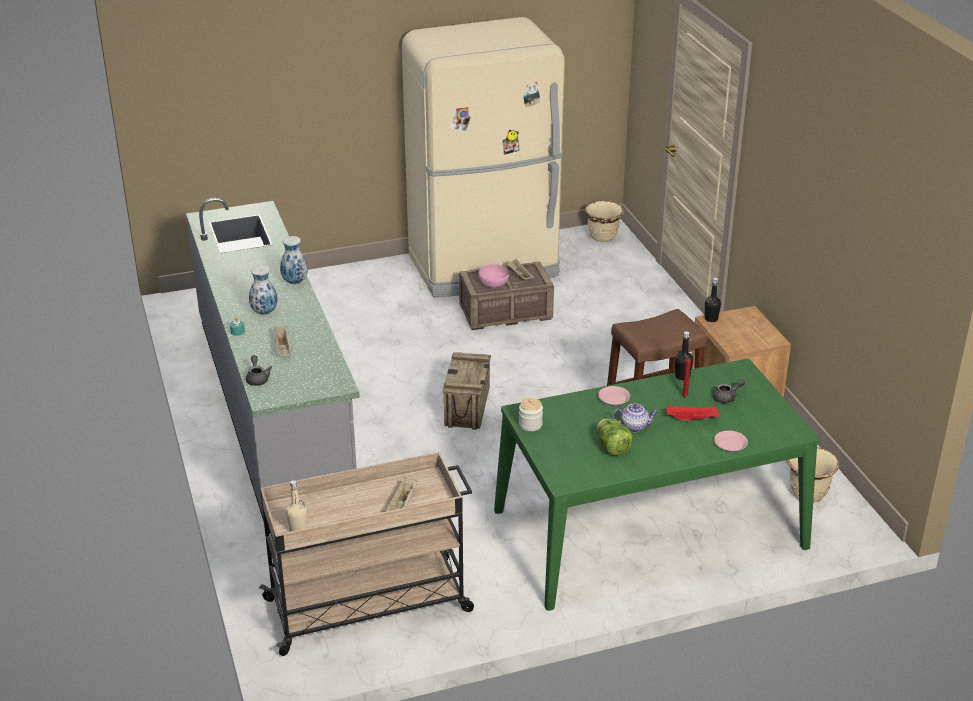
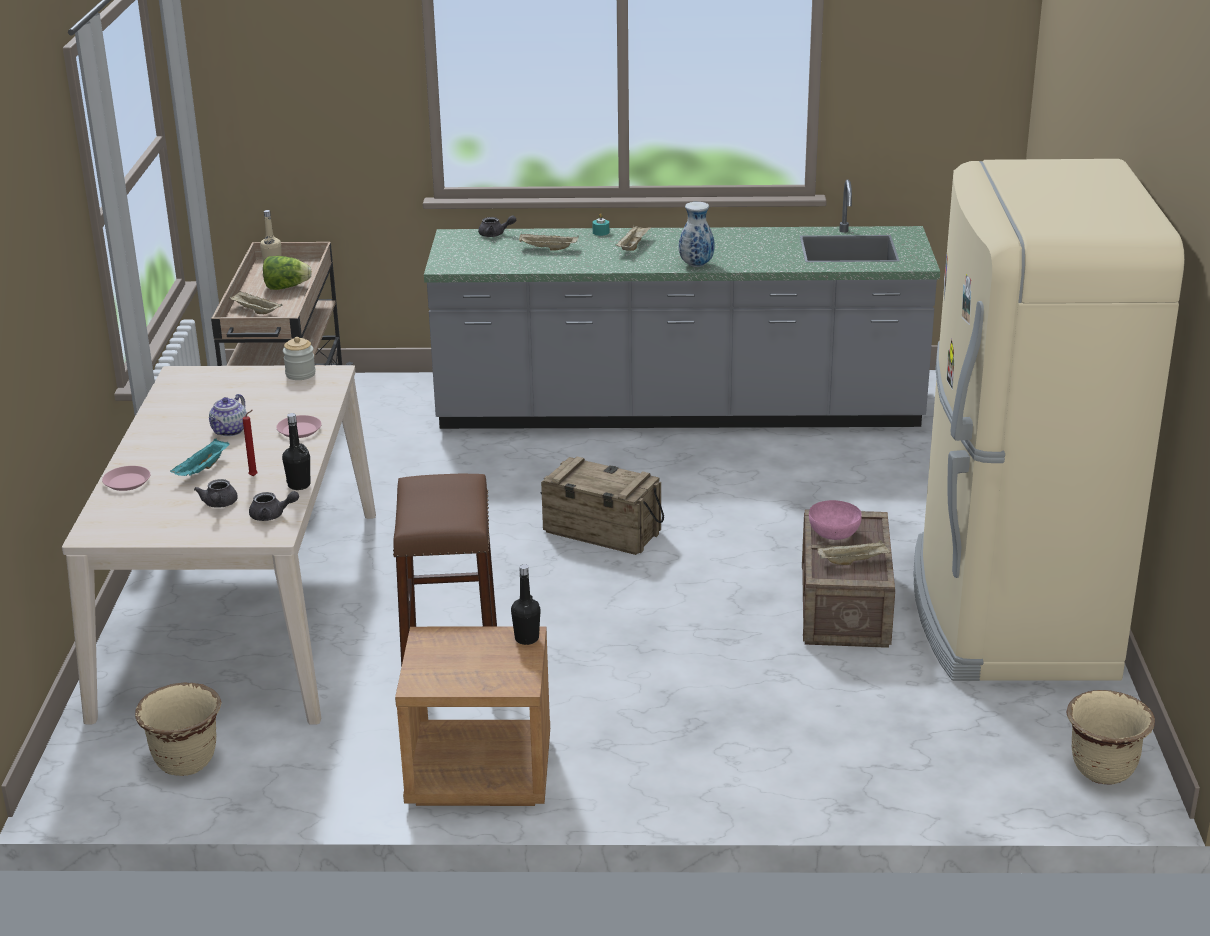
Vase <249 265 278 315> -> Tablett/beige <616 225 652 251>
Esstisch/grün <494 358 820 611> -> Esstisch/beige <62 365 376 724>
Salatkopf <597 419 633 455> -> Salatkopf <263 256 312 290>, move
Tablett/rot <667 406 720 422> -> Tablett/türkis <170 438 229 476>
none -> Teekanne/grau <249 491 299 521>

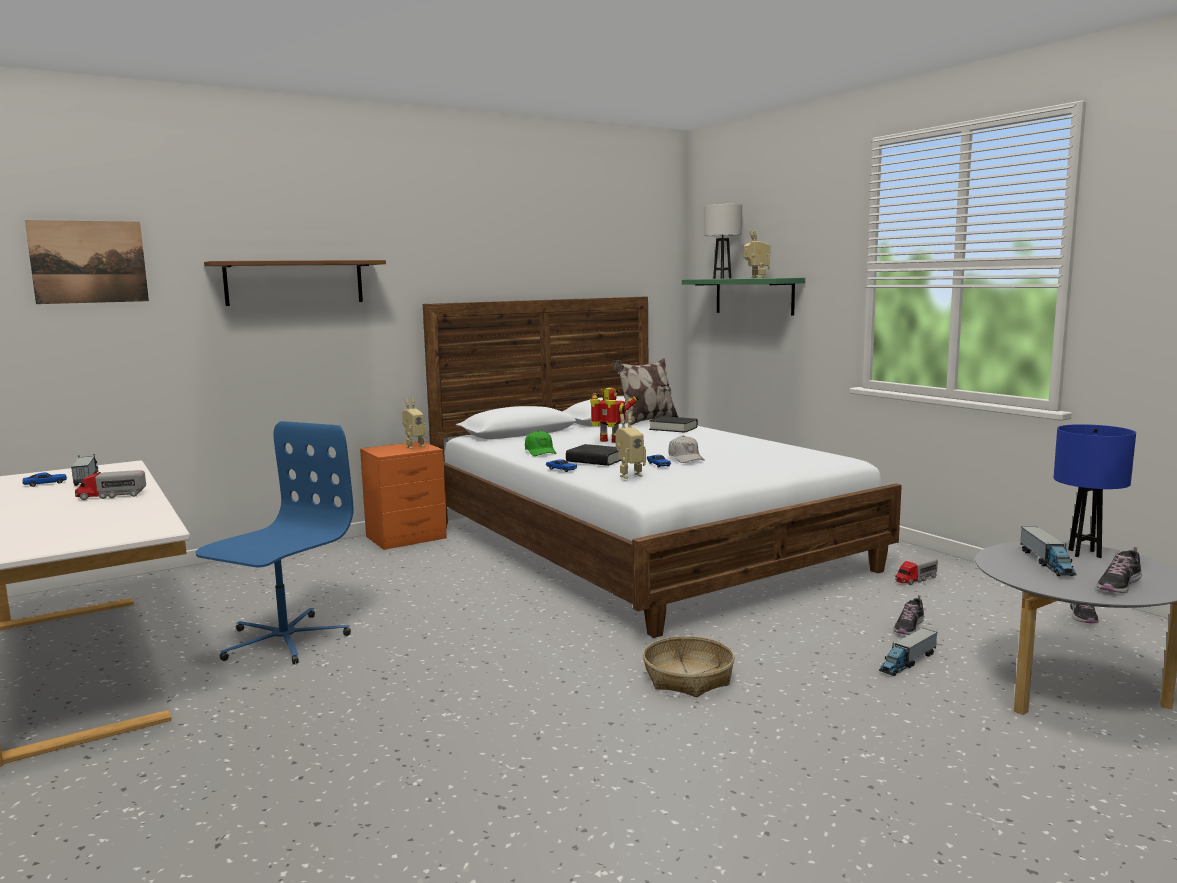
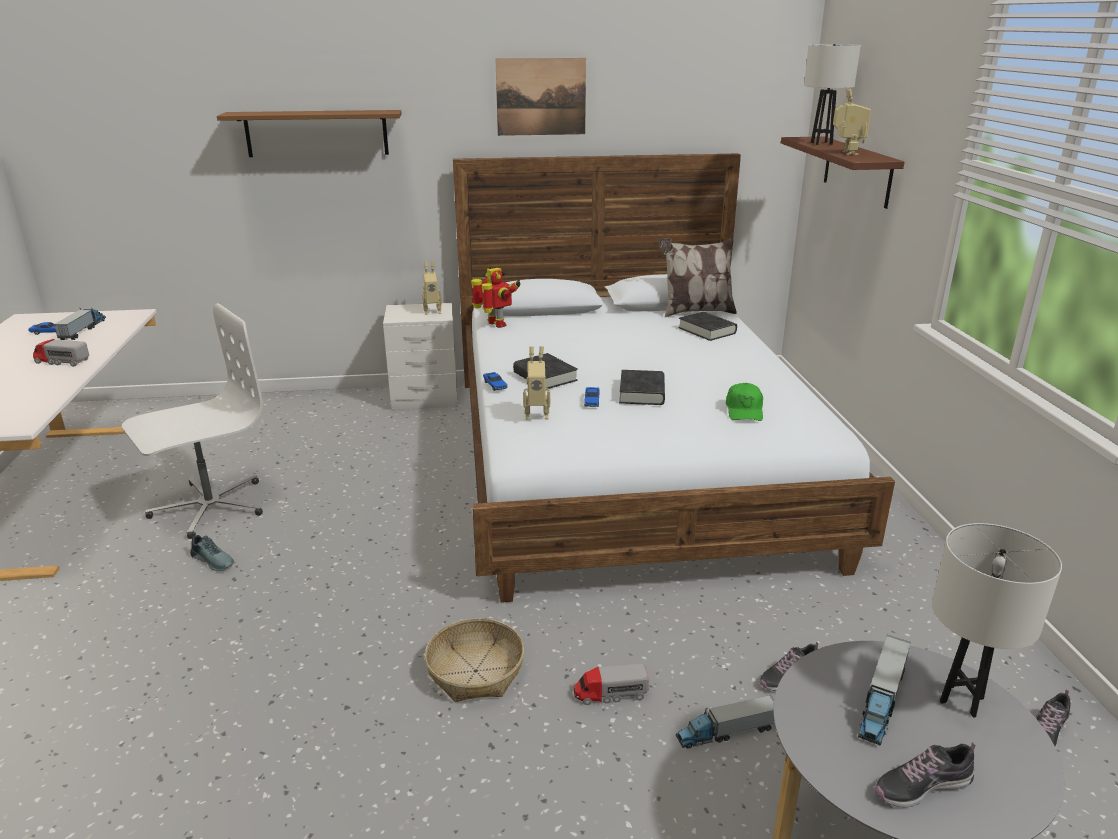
Bild <25 220 149 304> -> Bild <495 58 586 136>, move
Bürostuhl/blau <195 421 353 664> -> Bürostuhl/weiß <122 303 263 539>
Nachttisch/orange <360 442 447 550> -> Nachttisch/weiß <383 303 458 410>
Kappe/grün <525 430 557 456> -> Kappe/grün <725 383 763 421>, move
Spielzeugroboter <590 388 639 443> -> Spielzeugroboter <471 266 520 328>, move
Kappe/weiß <668 435 705 463> -> Buch/schwarz <619 370 665 405>
Wandregal/grün <682 278 805 316> -> Wandregal/braun <781 136 905 209>
Spielzeuglaster <895 556 938 585> -> Spielzeuglaster <574 664 649 705>, move
Tischlampe/blau <1054 424 1136 558> -> Tischlampe/weiß <932 523 1062 718>
none -> Schuh <190 532 234 571>

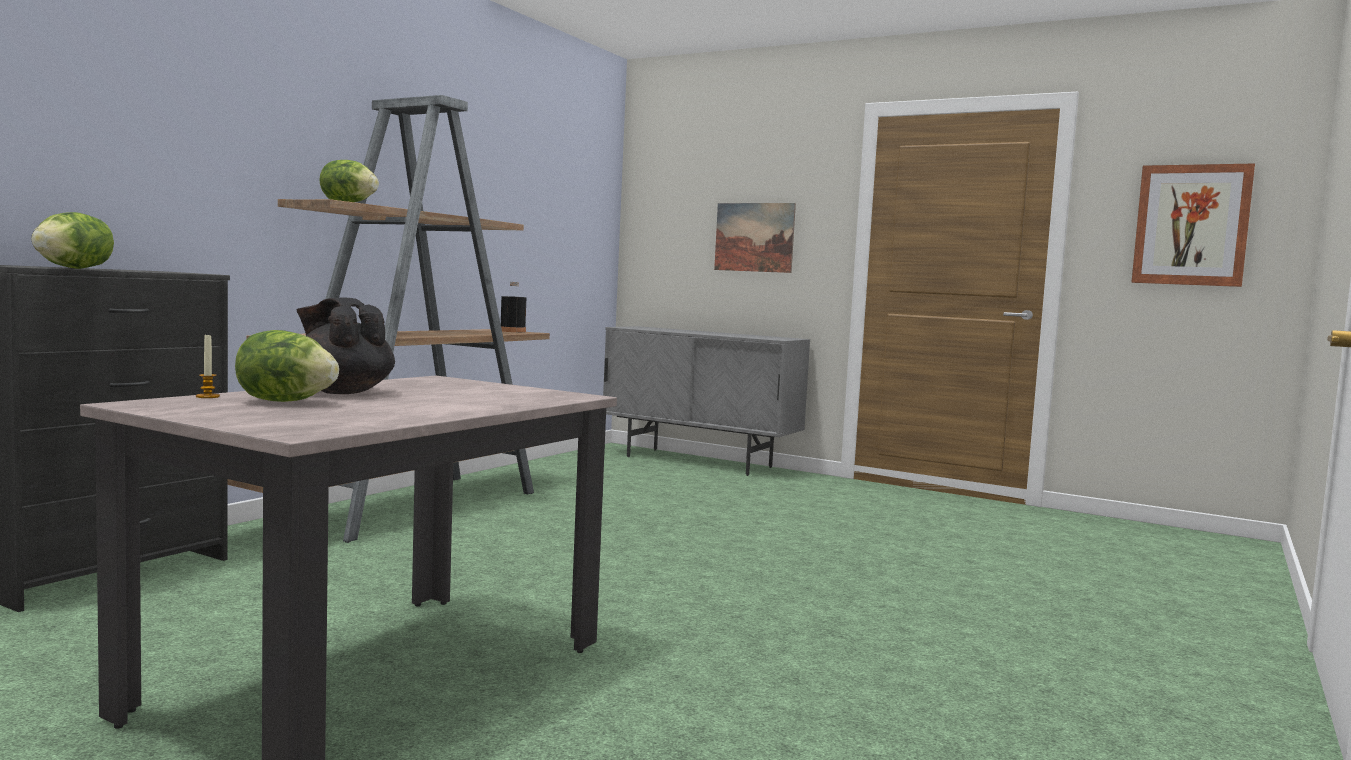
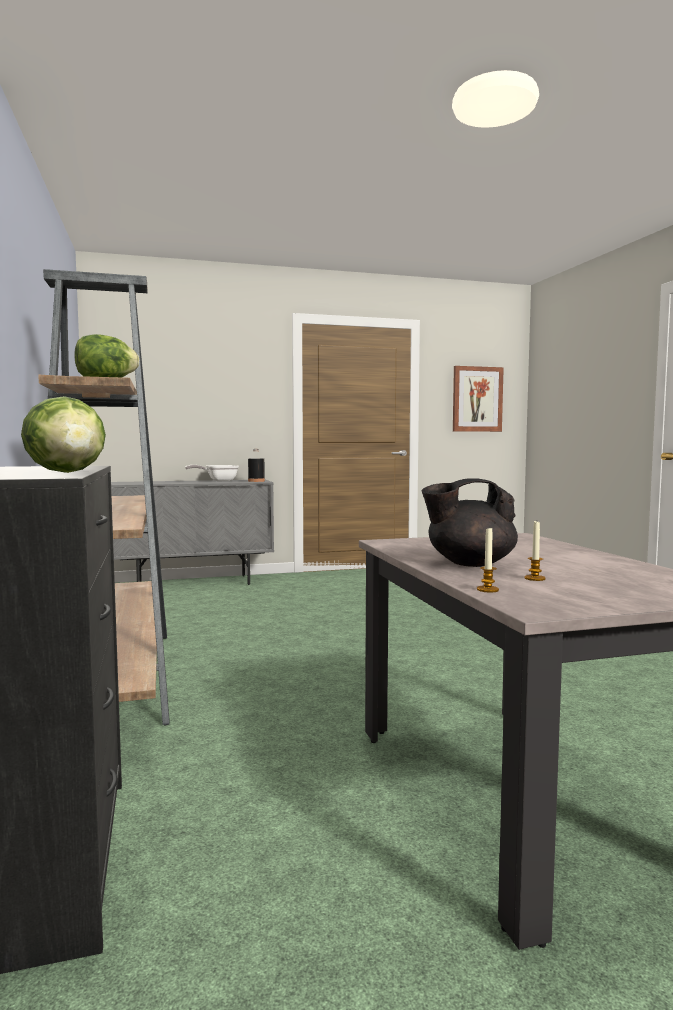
Salatkopf <235 330 339 402> -> Kerze <525 521 545 581>
Flasche/schwarz <501 282 526 332> -> Flasche/schwarz <248 449 265 482>, move
Bild <714 203 796 273> -> none
none -> Pfanne <185 465 239 481>

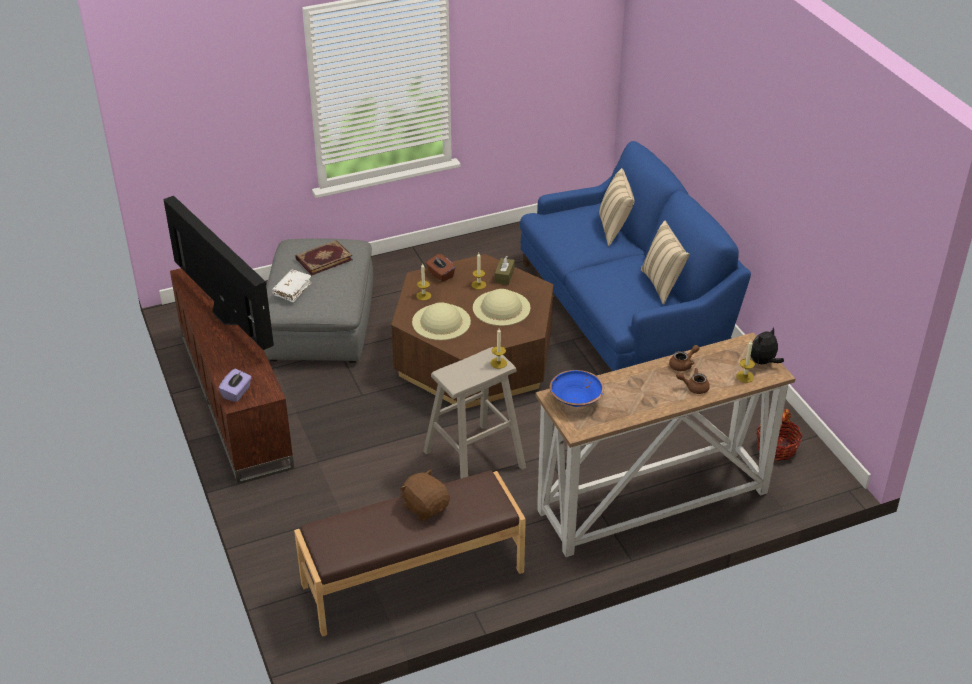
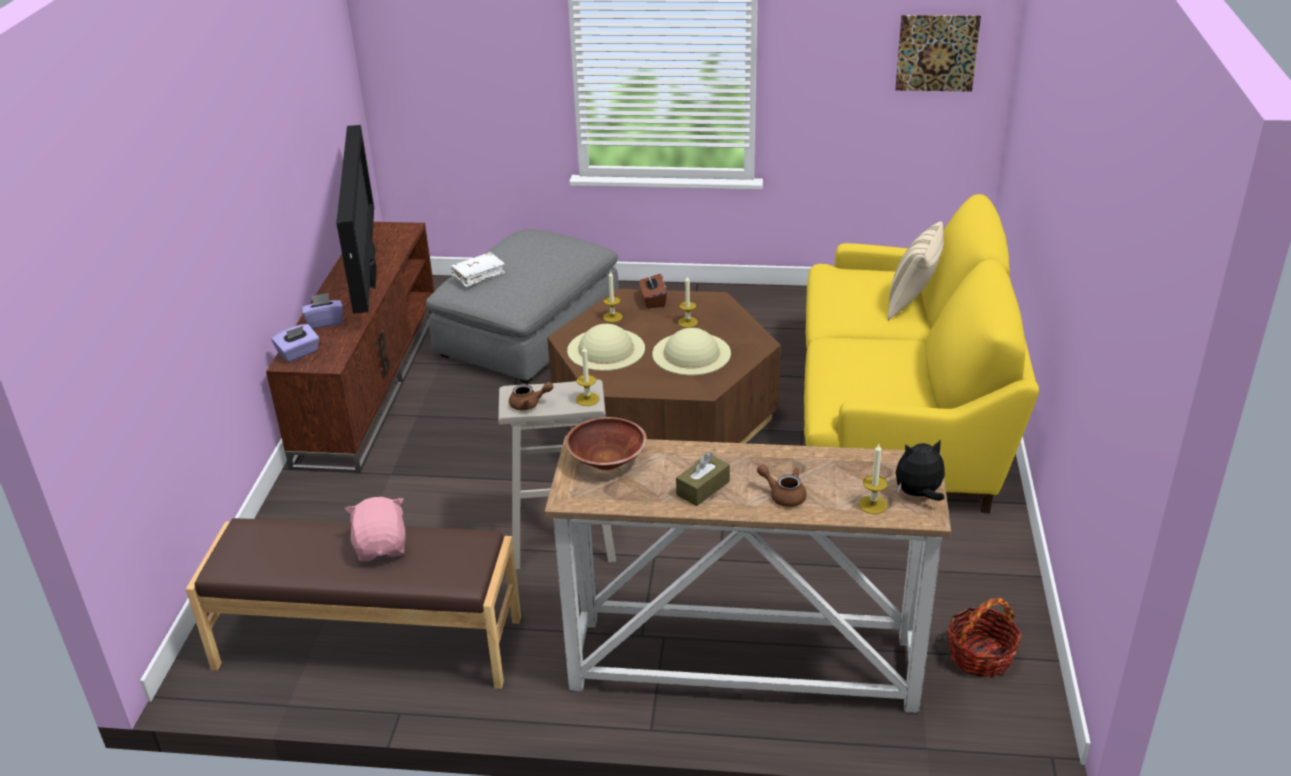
Buch <295 240 353 275> -> none
Plüschtier/braun <400 469 450 521> -> Plüschtier/rosa <345 497 406 562>
Taschentuchbox/braun <495 256 515 285> -> Taschentuchbox/braun <676 452 730 506>, move
Sofa/blau <520 141 751 371> -> Sofa/gelb <804 194 1039 513>
Schüssel/blau <550 370 604 407> -> Schüssel/braun <565 417 647 470>
Kissen/beige <641 221 689 304> -> none
Teekanne/braun <669 345 699 371> -> Teekanne/braun <509 382 553 410>, move
none -> Taschentuchbox/lila <302 293 343 329>
none -> Bild <895 15 981 91>

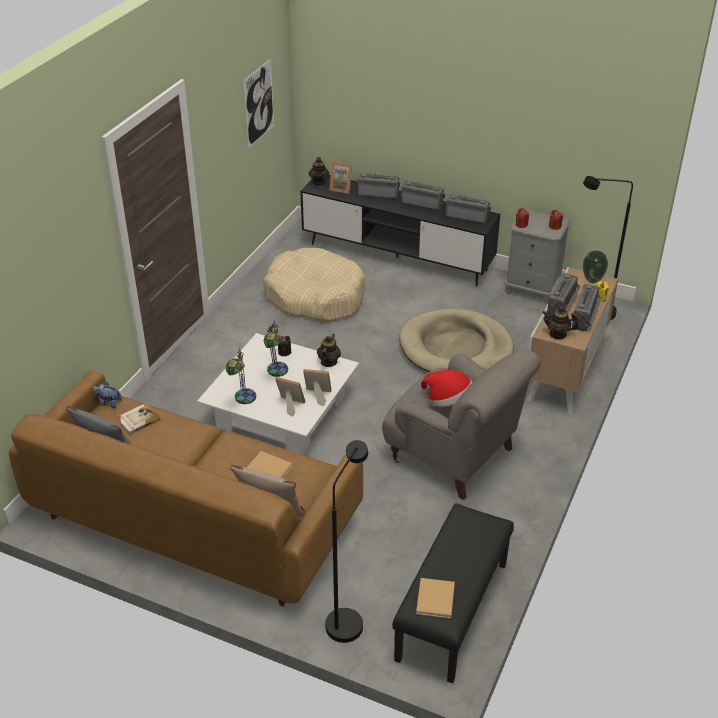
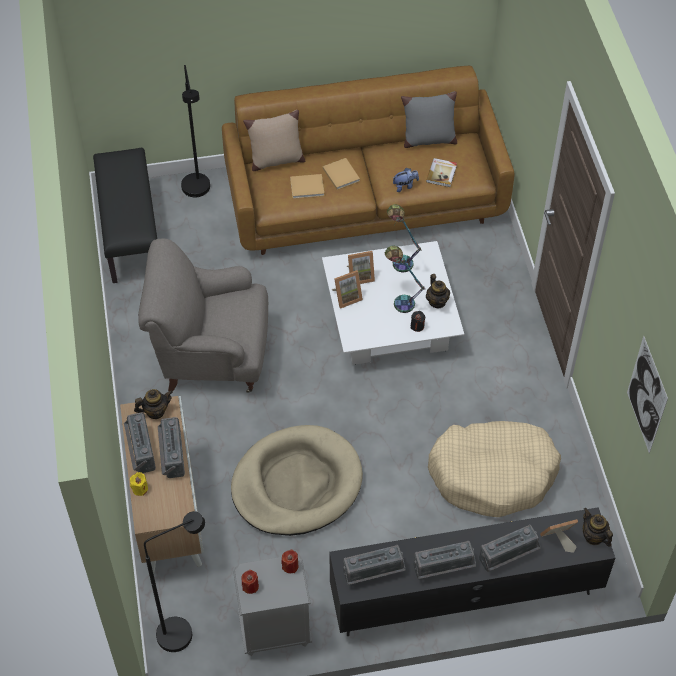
Plüschtier <93 382 122 409> -> Plüschtier <393 168 419 192>, move
Teekanne <317 334 341 367> -> Teekanne <426 274 450 308>, move
Buch/beige <416 578 455 618> -> Buch/beige <323 158 360 190>, move
Hut <421 370 473 407> -> none
Vase <583 251 608 283> -> none

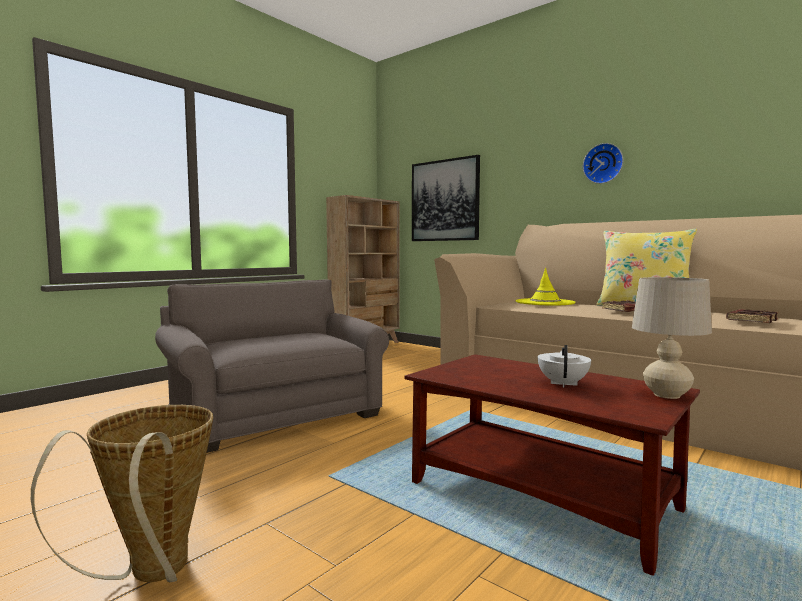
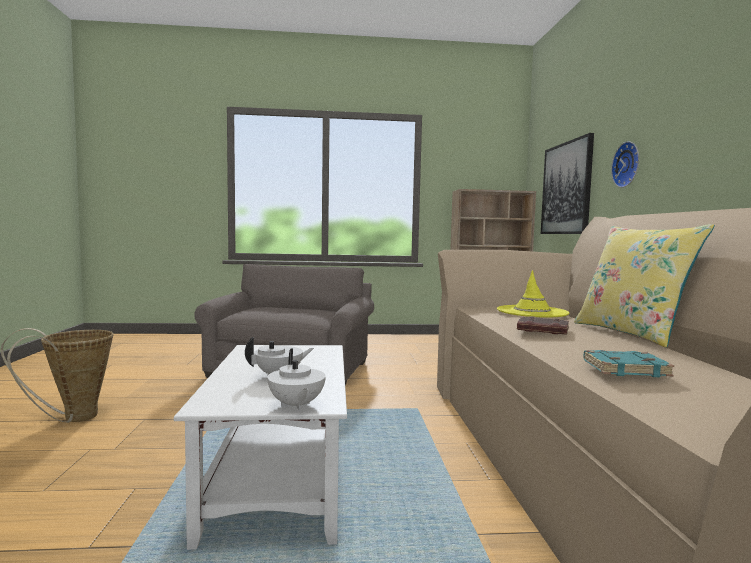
Couchtisch/braun <404 354 700 576> -> Couchtisch/weiß <174 345 347 550>
Wanduhr <583 143 623 184> -> Wanduhr <611 141 639 188>, move
Tischlampe/beige <632 277 712 399> -> Teekanne/weiß <267 349 326 411>
Buch/braun <726 309 778 323> -> Buch/türkis <583 350 674 377>

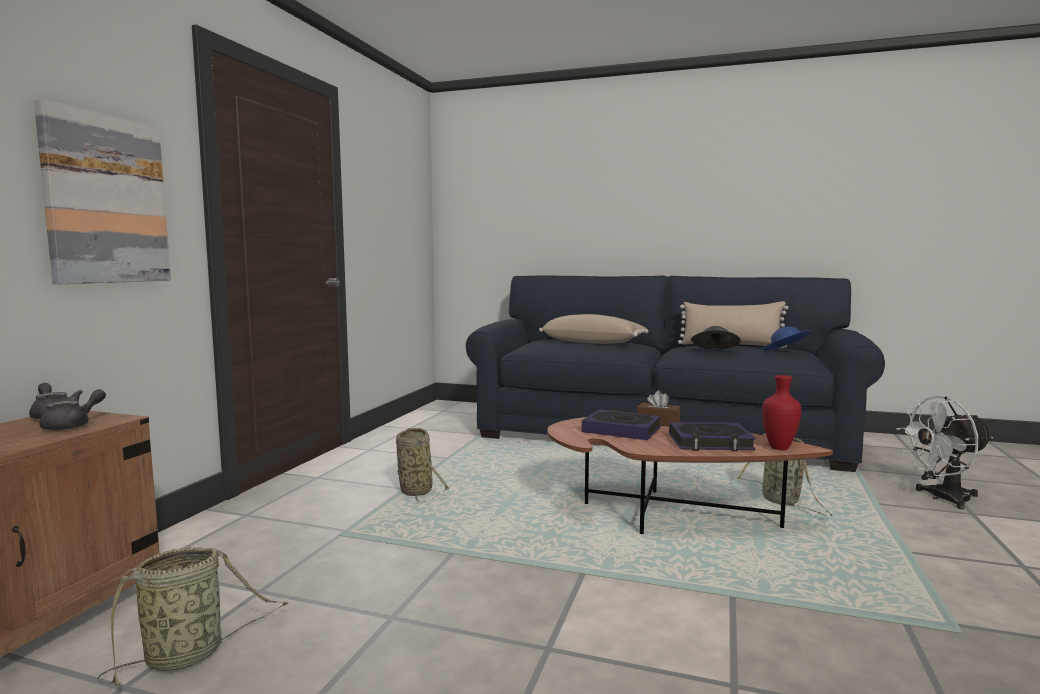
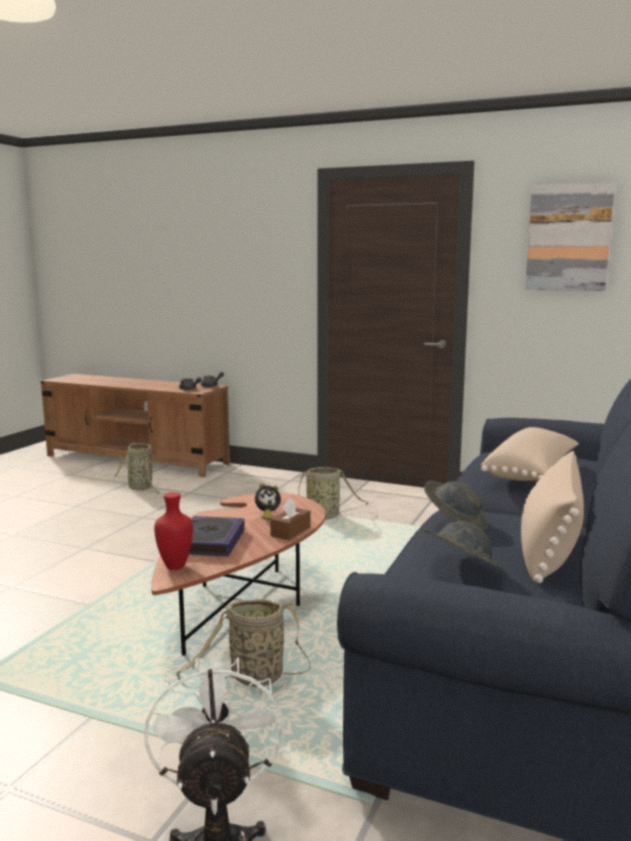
Bild <34 99 171 284> -> Bild <525 182 615 291>, move
Buch <582 409 661 440> -> Wecker <255 483 281 520>
Hut/blau <764 326 811 351> -> Hut/grau <423 521 504 569>

